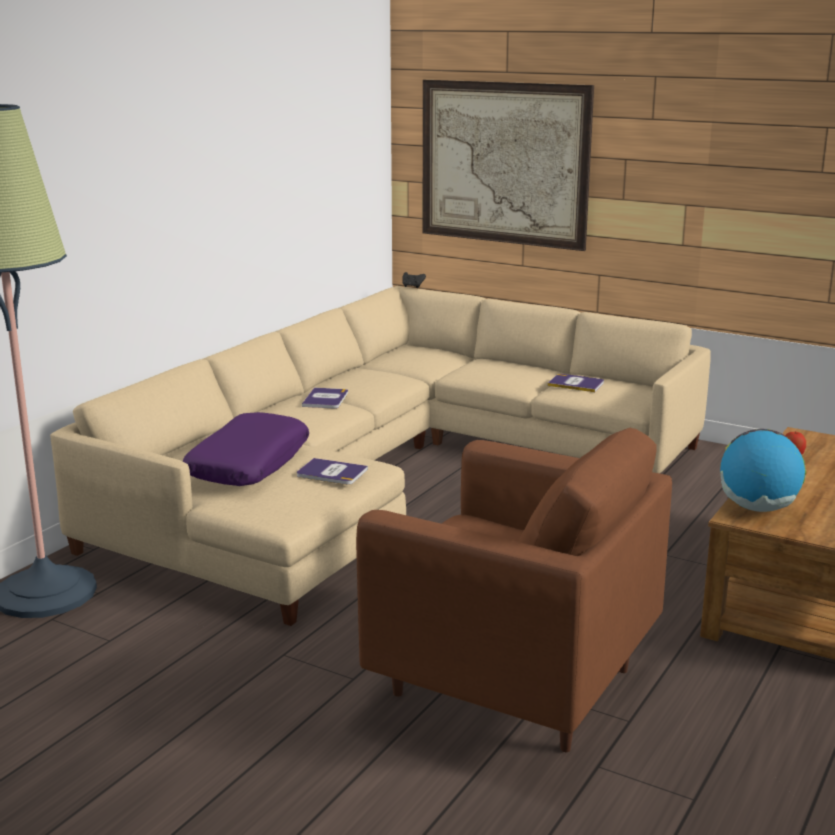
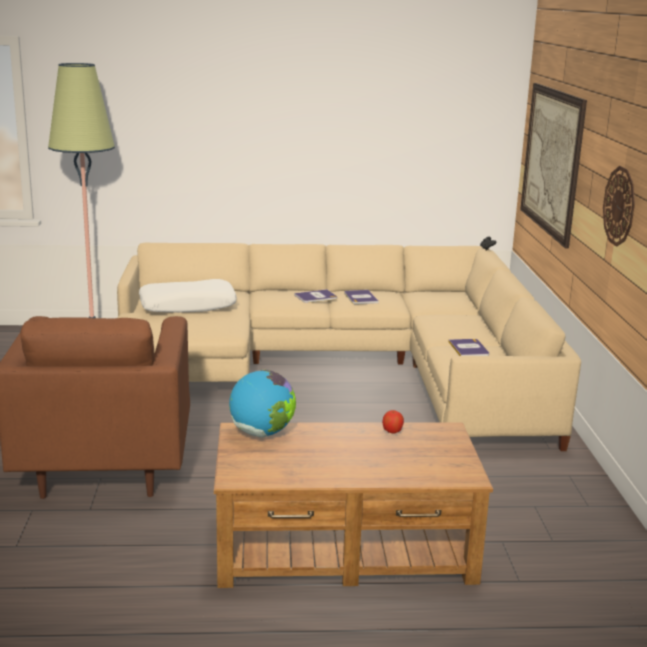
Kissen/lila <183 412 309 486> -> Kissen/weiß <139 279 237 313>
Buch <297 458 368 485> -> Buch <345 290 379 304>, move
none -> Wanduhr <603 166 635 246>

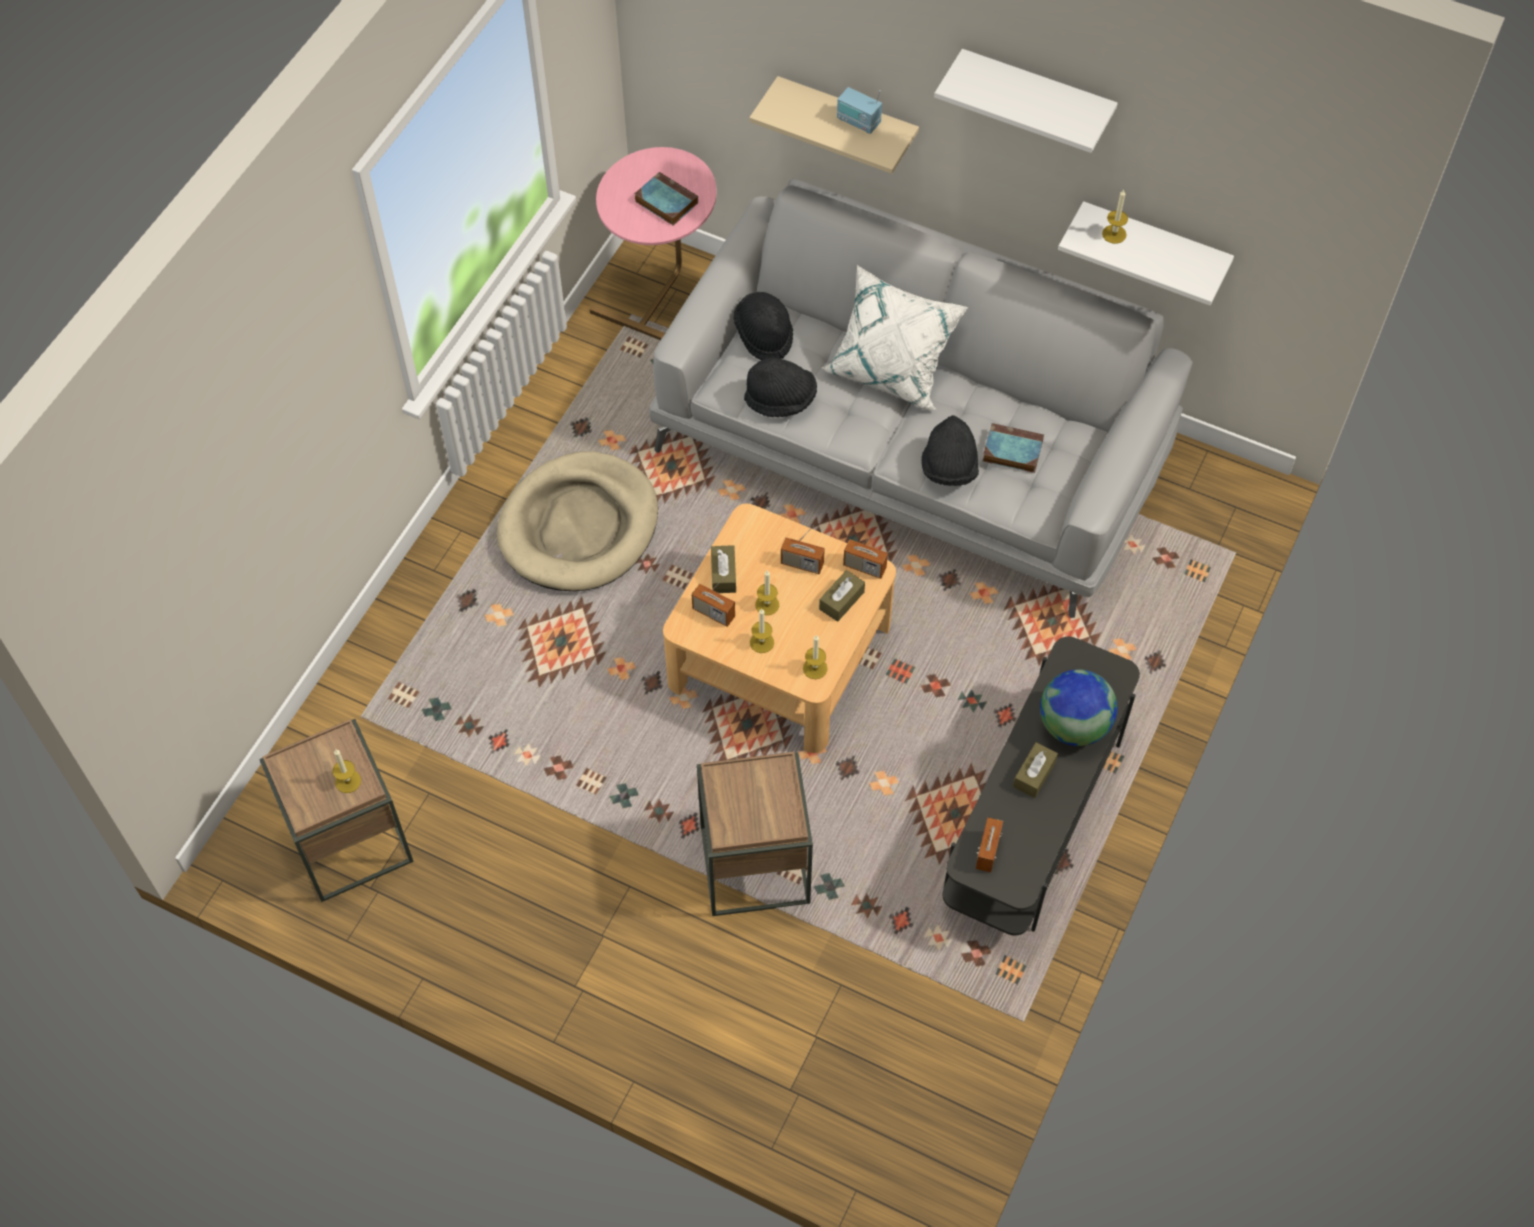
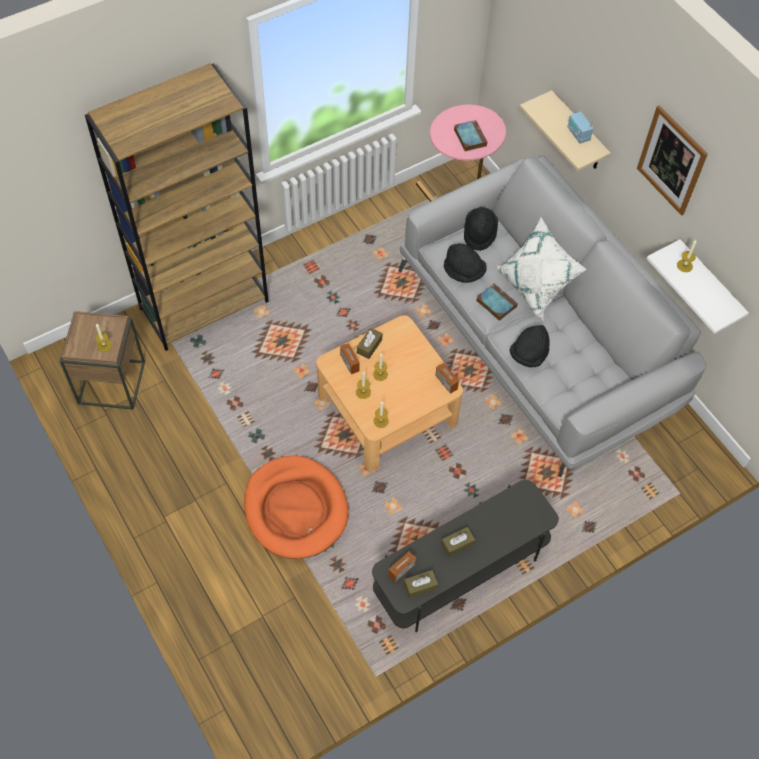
Hundebett/beige <497 451 658 591> -> none
Beistelltisch/braun <697 752 813 916> -> Hundebett/orange <244 456 349 559>
Radio <781 525 825 574> -> none
Taschentuchbox/braun <819 570 865 622> -> Taschentuchbox/braun <404 570 438 598>, move
Wandregal/weiß <934 49 1118 153> -> Bild <637 105 708 216>
Buch <982 423 1044 473> -> Buch <476 284 518 321>, move
Globus <1040 669 1117 746> -> none
none -> Bücherregal/braun <85 63 269 351>

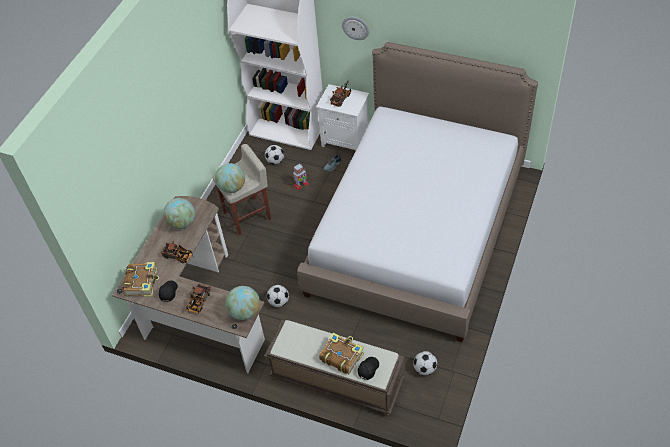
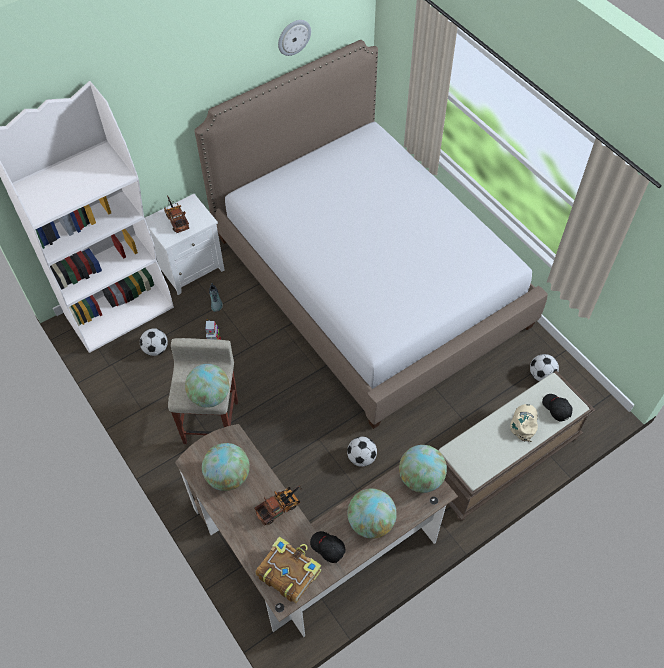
Spielzeuglaster <186 283 210 314> -> Globus <347 488 397 539>
Buch <319 332 364 374> -> Kappe/beige <510 404 538 442>
Wanduhr <342 17 369 40> -> Wanduhr <278 20 311 56>, move

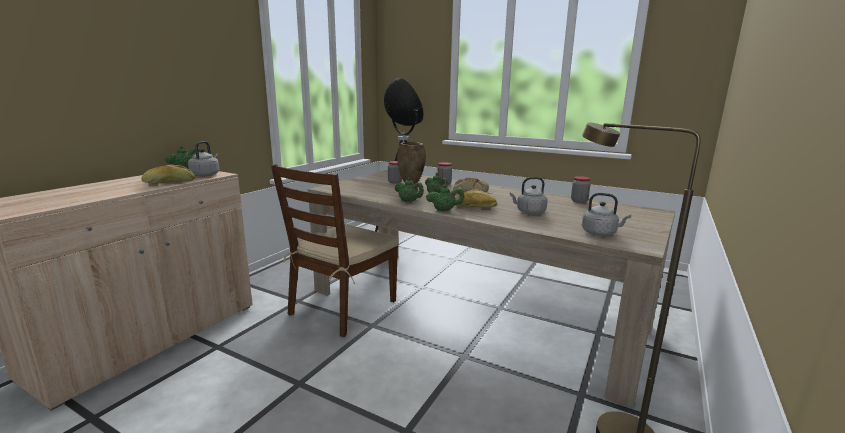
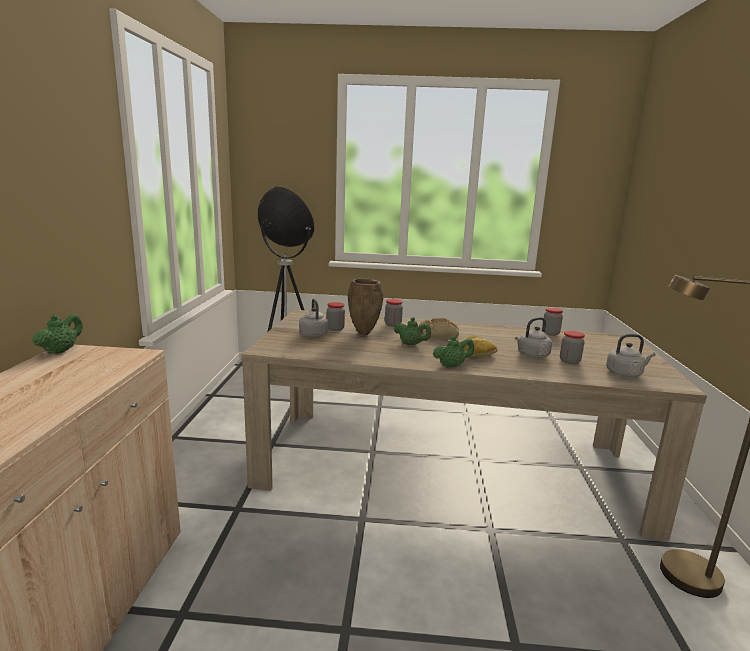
Brot <141 165 195 184> -> none
Wasserkessel/grau <188 141 219 177> -> Wasserkessel/grau <299 299 328 337>, move
Stuhl/braun <271 164 399 337> -> none
Teekanne/grün <395 177 424 202> -> none
none -> Vorratsglas <560 331 585 364>

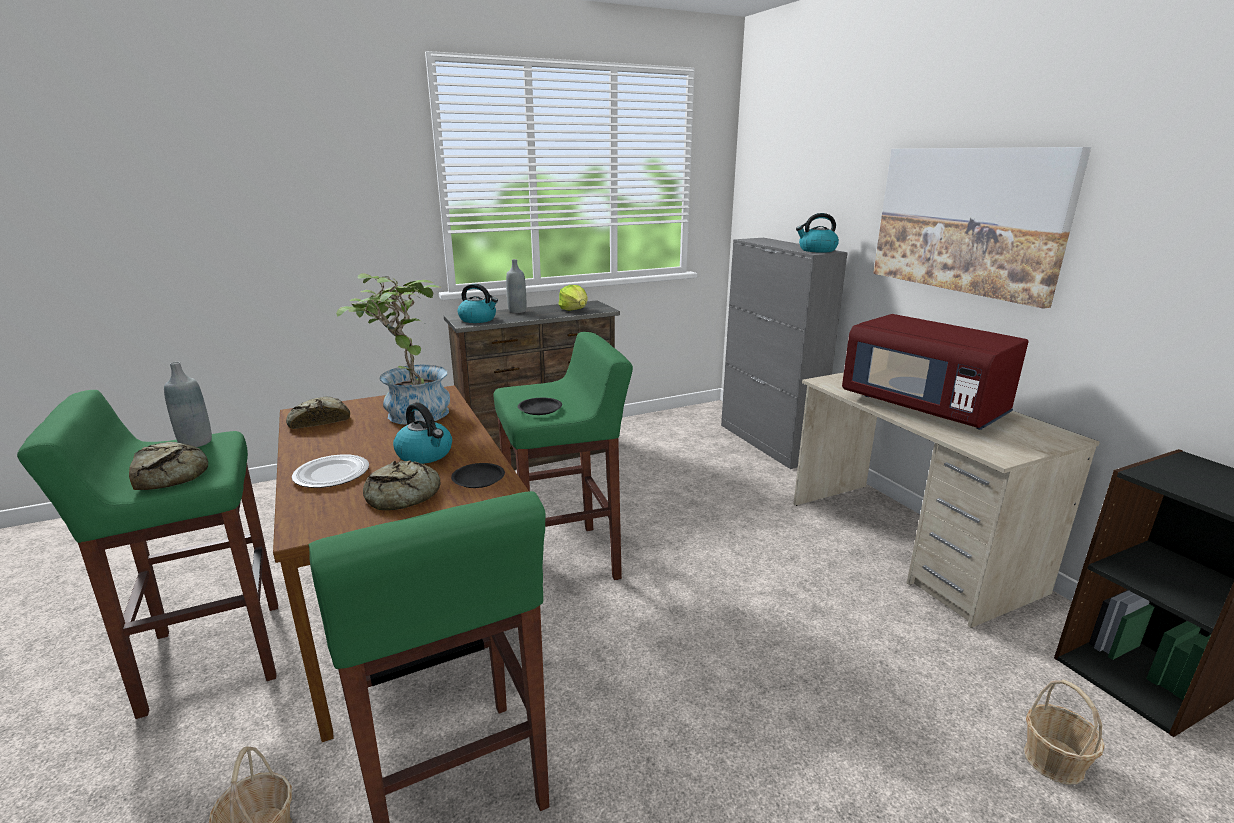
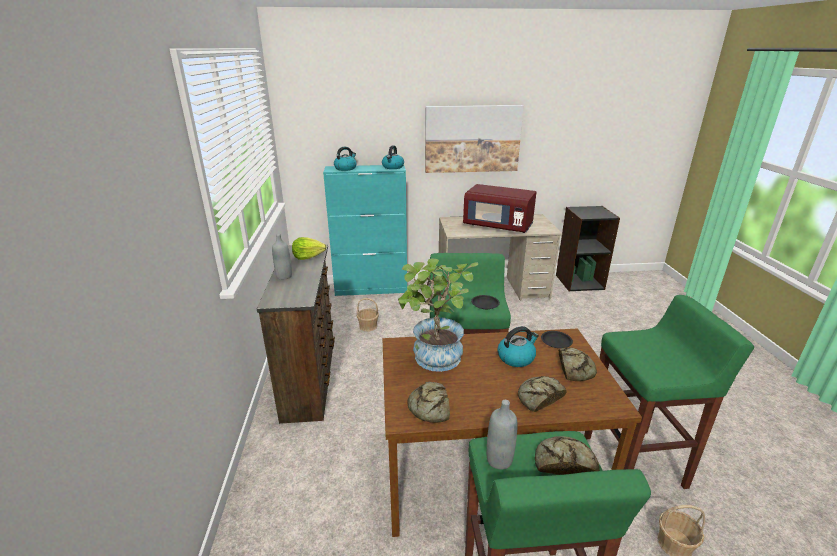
Teller <292 454 369 488> -> Brot <518 376 567 412>
Wasserkessel <458 284 498 323> -> Wasserkessel <334 147 357 171>, move
Schrank/grau <721 238 848 469> -> Schrank/türkis <323 165 407 296>
Mikrowelle/rot <842 314 1029 430> -> Mikrowelle/rot <463 184 536 233>, 45 degrees clockwise
Korb <1024 679 1105 785> -> Korb <357 298 379 332>, move

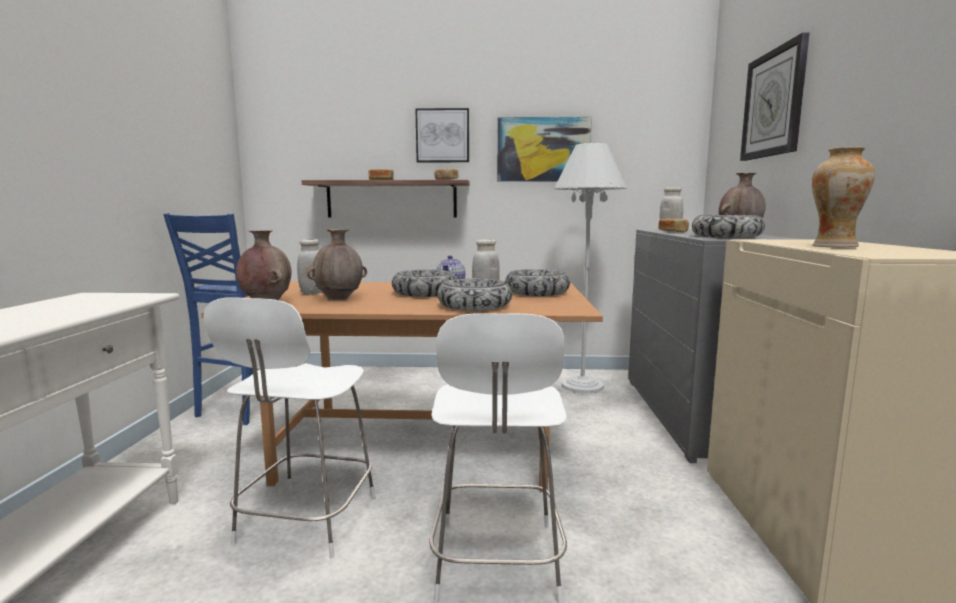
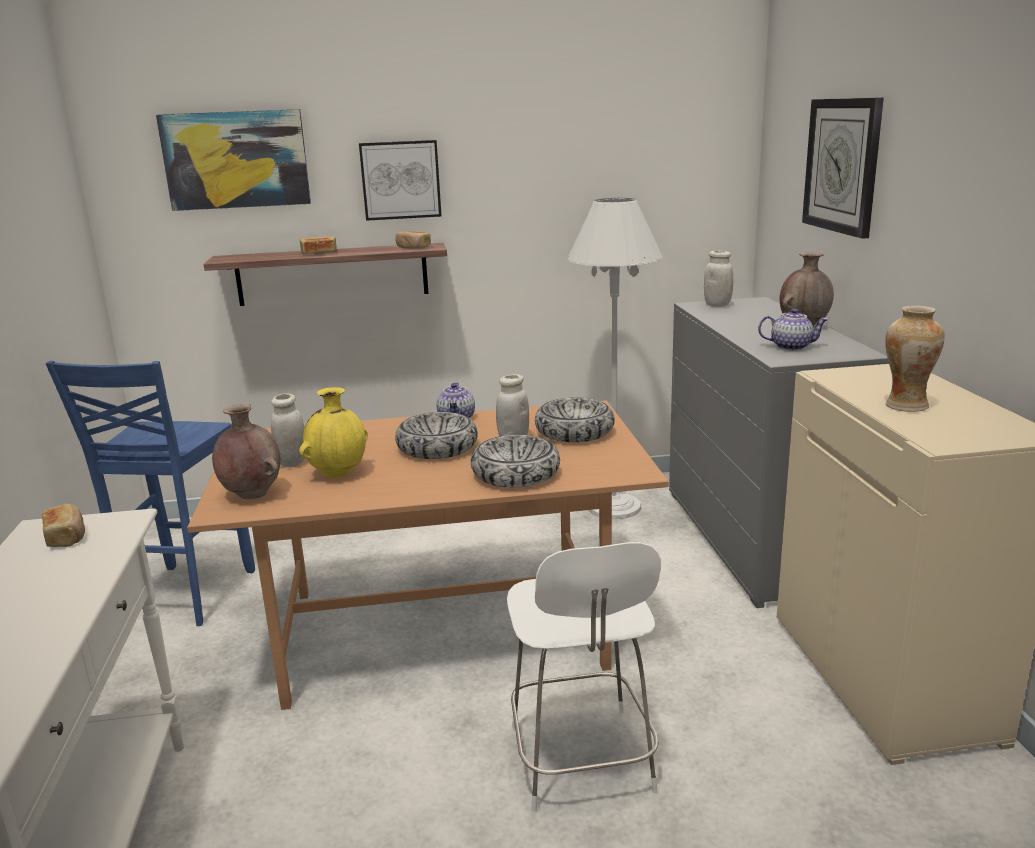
Stuhl/weiß <203 298 375 559> -> none
Vase/braun <307 229 367 300> -> Vase/gelb <299 387 368 478>
Bild <497 117 592 182> -> Bild <156 109 311 211>, move
Brot <658 218 689 232> -> Brot <42 504 85 547>, move
Schüssel <692 215 765 238> -> Teekanne <758 308 829 350>

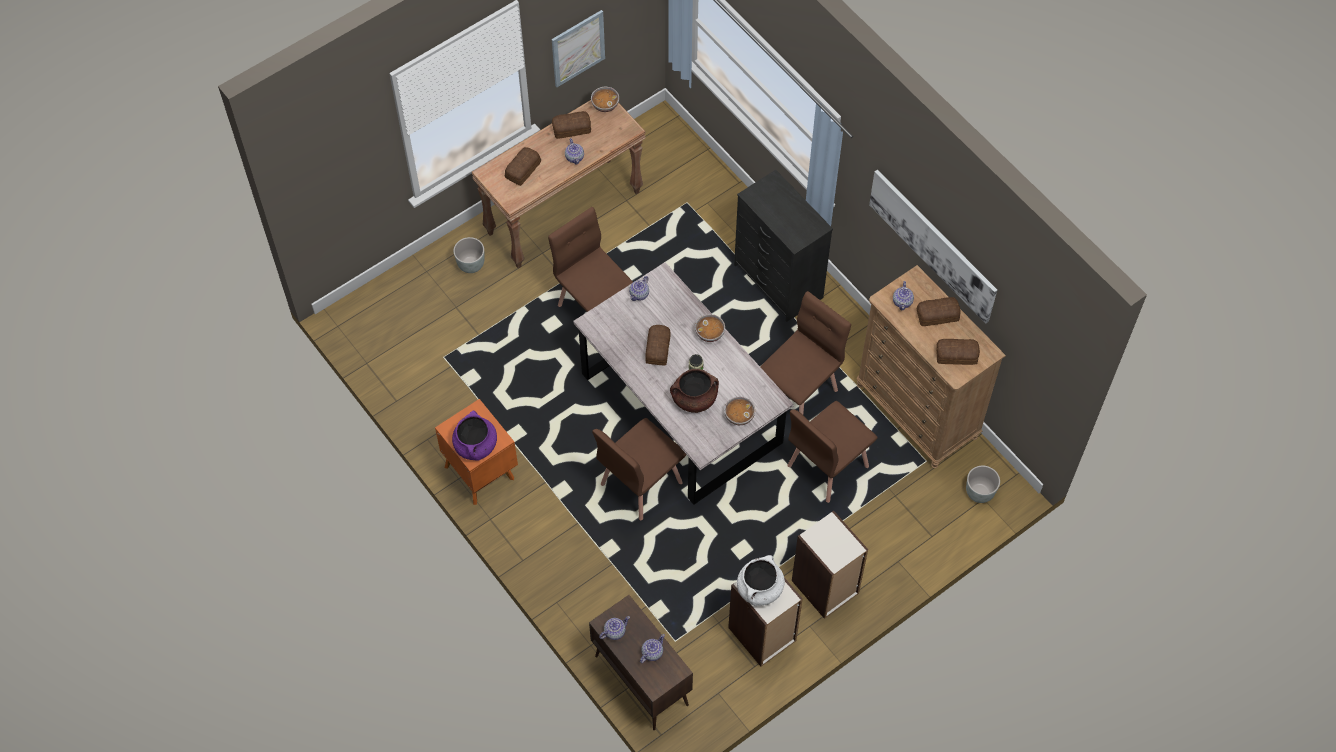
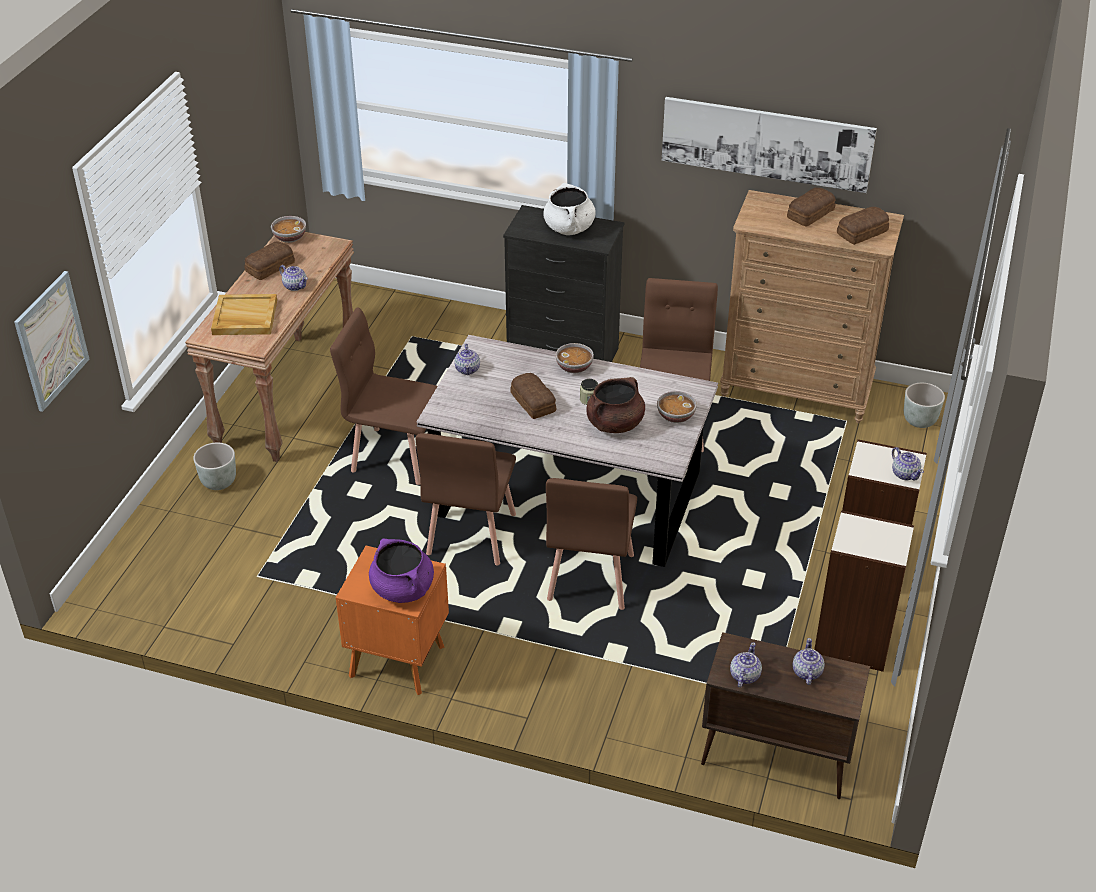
Brot <505 147 541 186> -> Tablett/beige <211 294 277 335>
Bild <552 10 605 87> -> Bild <14 271 89 412>, move
Kochtopf/weiß <737 555 785 606> -> Kochtopf/weiß <543 183 595 235>, move
Stuhl/braun <787 401 877 503> -> Stuhl/braun <416 433 516 565>, move
Teekanne <893 281 914 310> -> Teekanne <892 447 924 481>, move

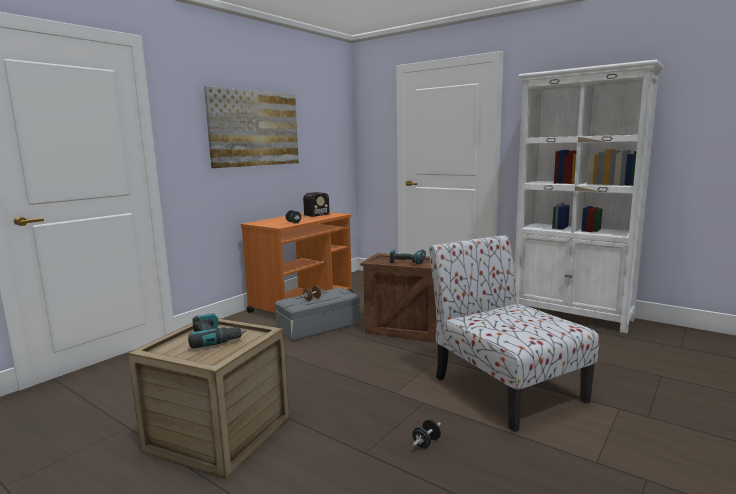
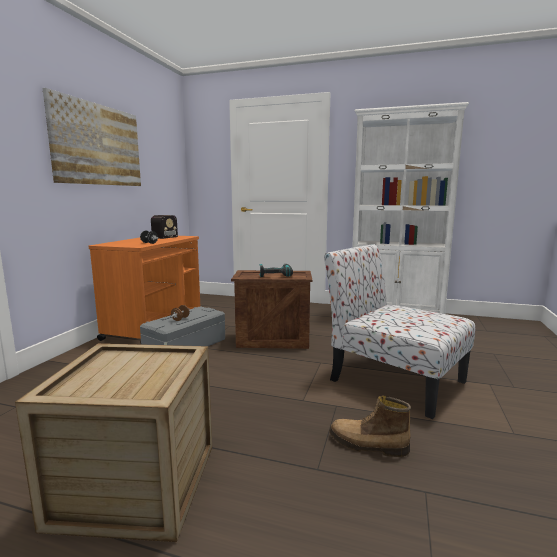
Bohrmaschine <188 313 247 349> -> none
Hantel/schwarz <412 419 441 449> -> Stiefel <329 396 411 457>

